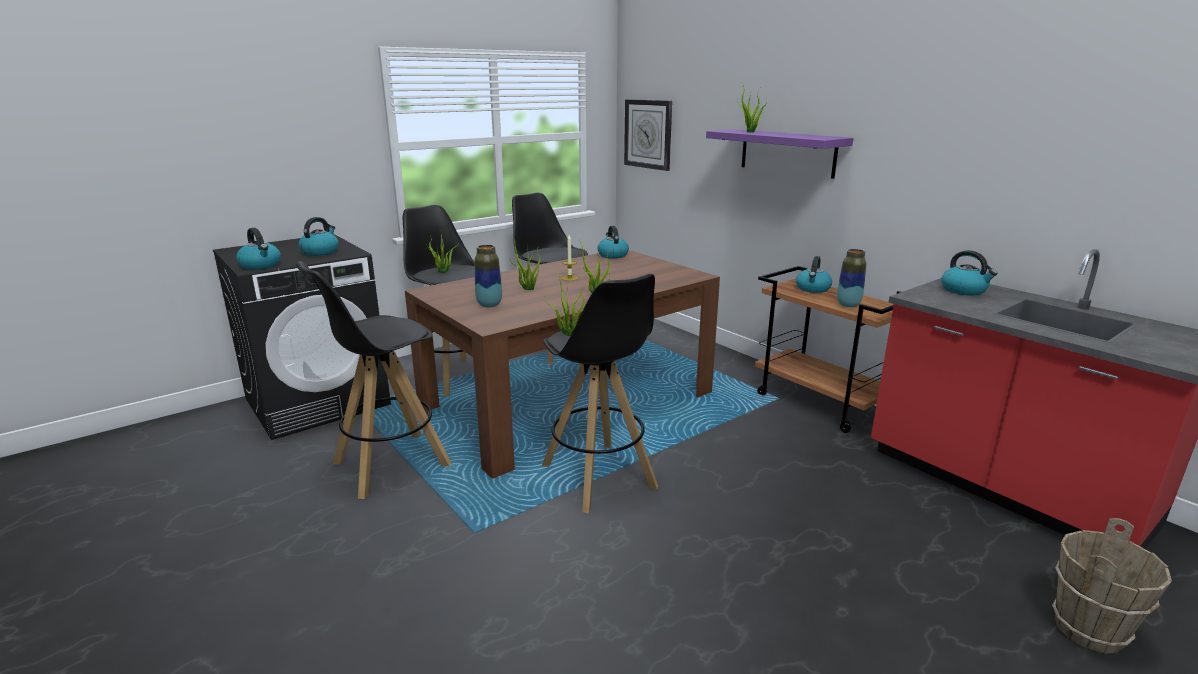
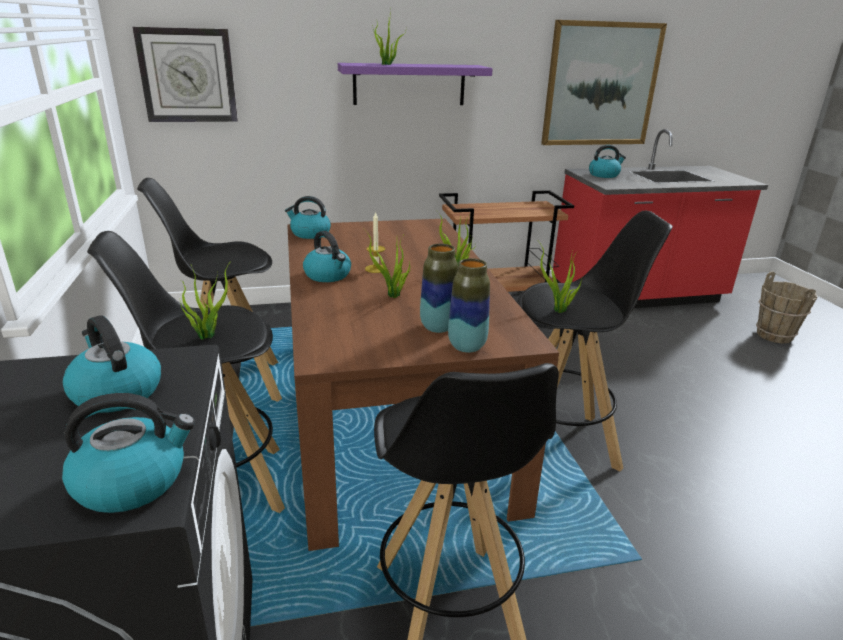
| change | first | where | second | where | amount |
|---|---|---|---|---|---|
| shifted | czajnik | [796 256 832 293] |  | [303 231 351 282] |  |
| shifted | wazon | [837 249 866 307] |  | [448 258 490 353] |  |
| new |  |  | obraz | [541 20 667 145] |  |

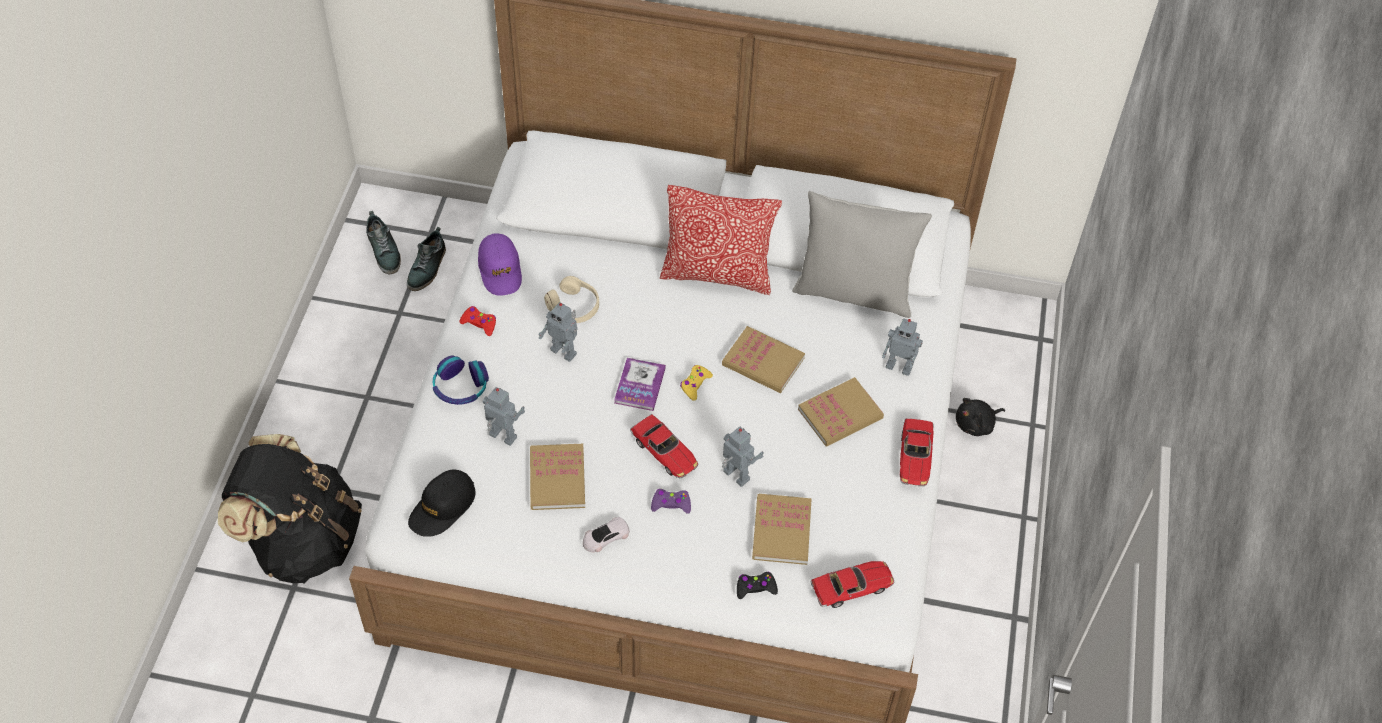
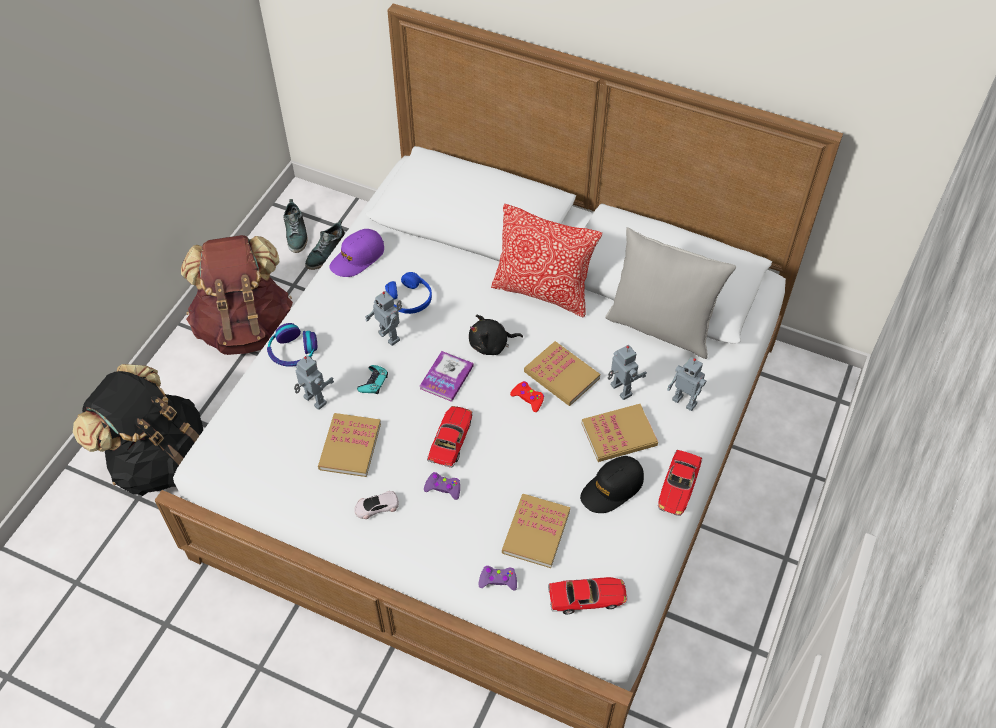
| change | first | where | second | where | amount |
|---|---|---|---|---|---|
| new |  |  | plecak (brązowy) | [181 235 293 355] |  |
| rotated | czapka z daszkiem (fioletowy) | [478 233 522 296] |  | [329 229 384 277] | 45 degrees clockwise |
| new |  |  | pad do gier (turkusowy) | [357 365 388 394] |  |
| repainted | słuchawki (beżowy) | [544 276 599 323] | słuchawki (niebieski) | [385 272 432 314] |  |
| rotated | samochodzik | [630 415 698 478] |  | [427 406 473 468] | 135 degrees counterclockwise |
| shifted | pluszak (czarny) | [956 398 1005 436] |  | [469 315 523 355] |  |
| repainted | pad do gier (czarny) | [737 572 778 599] | pad do gier (fioletowy) | [479 566 517 591] |  |
| shifted | pad do gier (czerwony) | [459 306 496 336] |  | [510 381 544 412] |  |
| shifted | czapka z daszkiem (czarny) | [408 470 476 537] |  | [580 456 644 513] |  |
| shifted | robot zabawkowy | [722 427 764 487] |  | [608 345 647 400] |  |
| gone | pad do gier (żółty) | [680 365 713 401] |  |  |  |

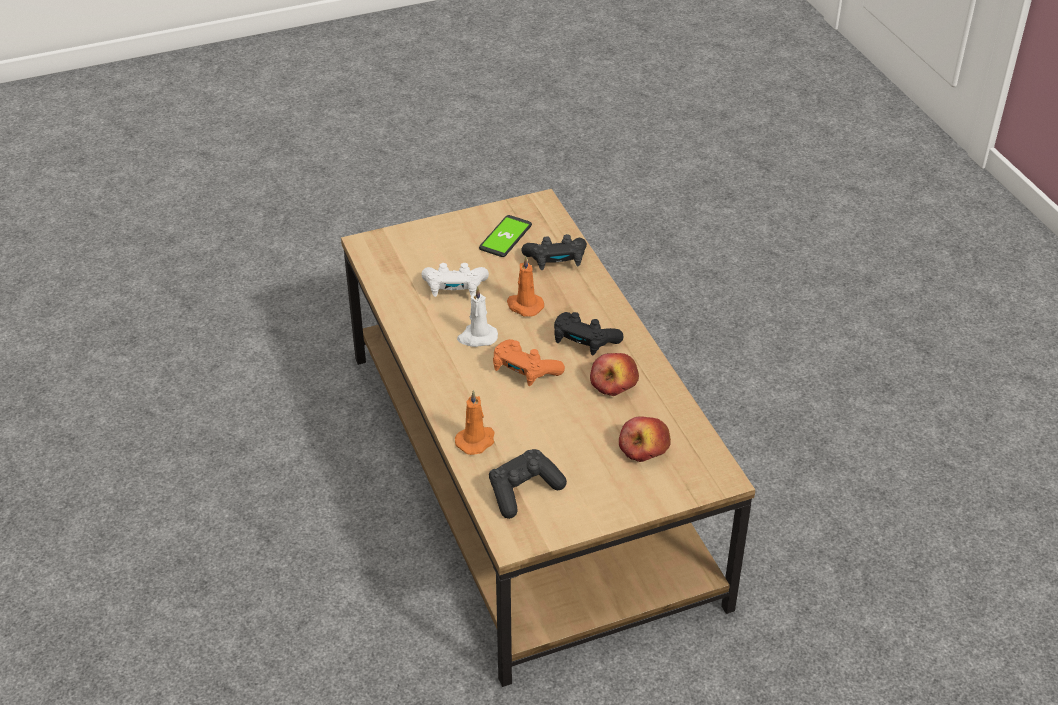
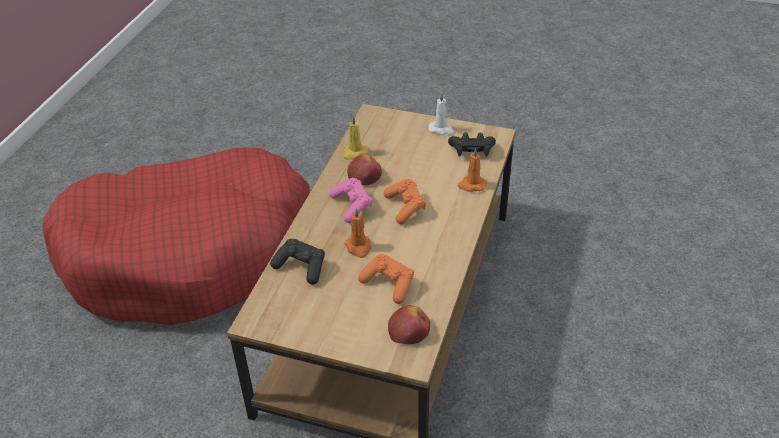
| change | first | where | second | where | amount |
|---|---|---|---|---|---|
| new |  |  | legowisko (czerwony) | [43 147 310 325] |  |
| repainted | pad do gier (czarny) | [554 312 623 356] | pad do gier (różowy) | [329 178 372 223] |  |
| new |  |  | świeca (żółty) | [343 116 368 160] |  |
| repainted | pad do gier (biały) | [421 263 489 297] | pad do gier (pomarańczowy) | [358 254 414 304] |  |
| shifted | jabłko | [619 416 671 462] |  | [388 305 430 344] |  |
| shifted | świeca (biały) | [457 286 498 347] |  | [428 93 454 135] |  |
| gone | telefon | [479 215 532 257] |  |  |  |

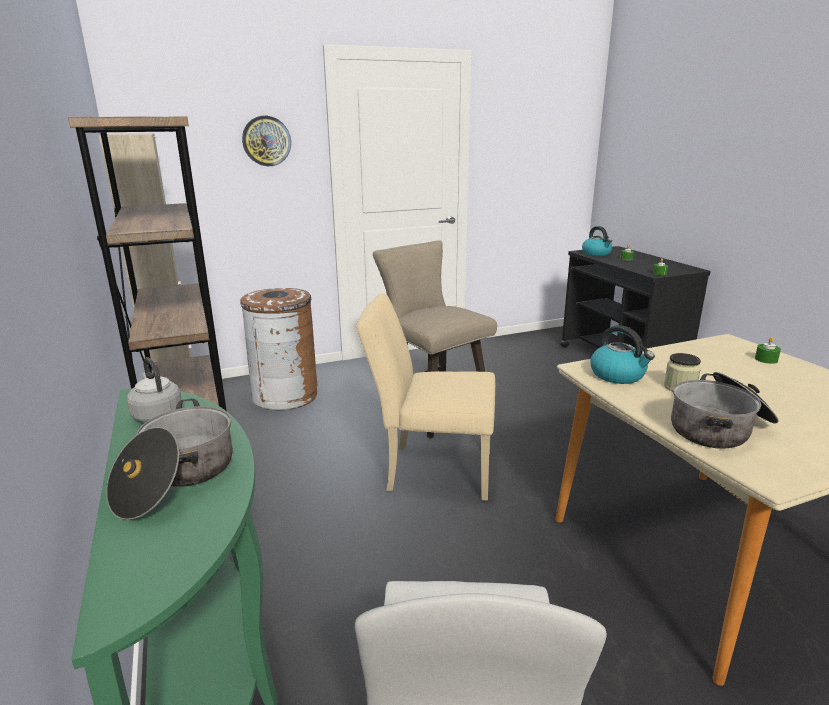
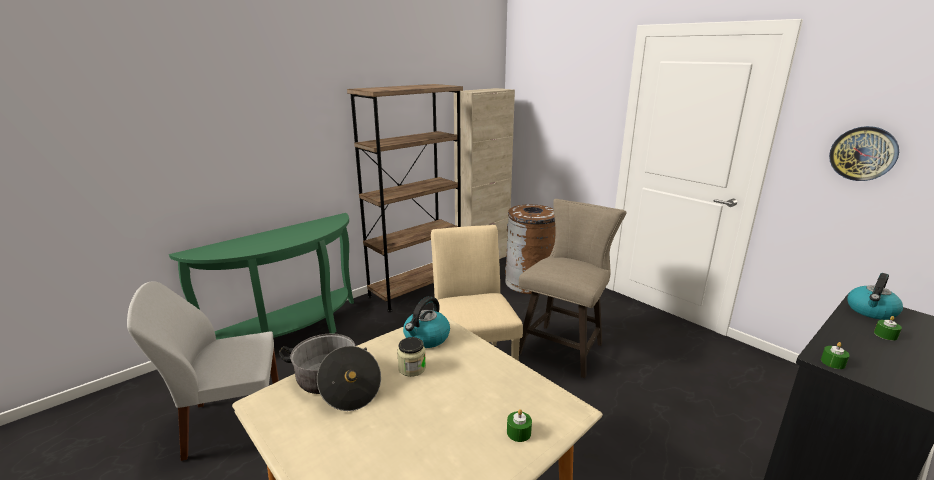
| change | first | where | second | where | amount |
|---|---|---|---|---|---|
| shifted | zegar ścienny | [242 116 291 166] |  | [829 126 899 181] |  |
| gone | garnek | [106 398 233 520] |  |  |  |
| gone | czajnik (szary) | [127 357 182 422] |  |  |  |

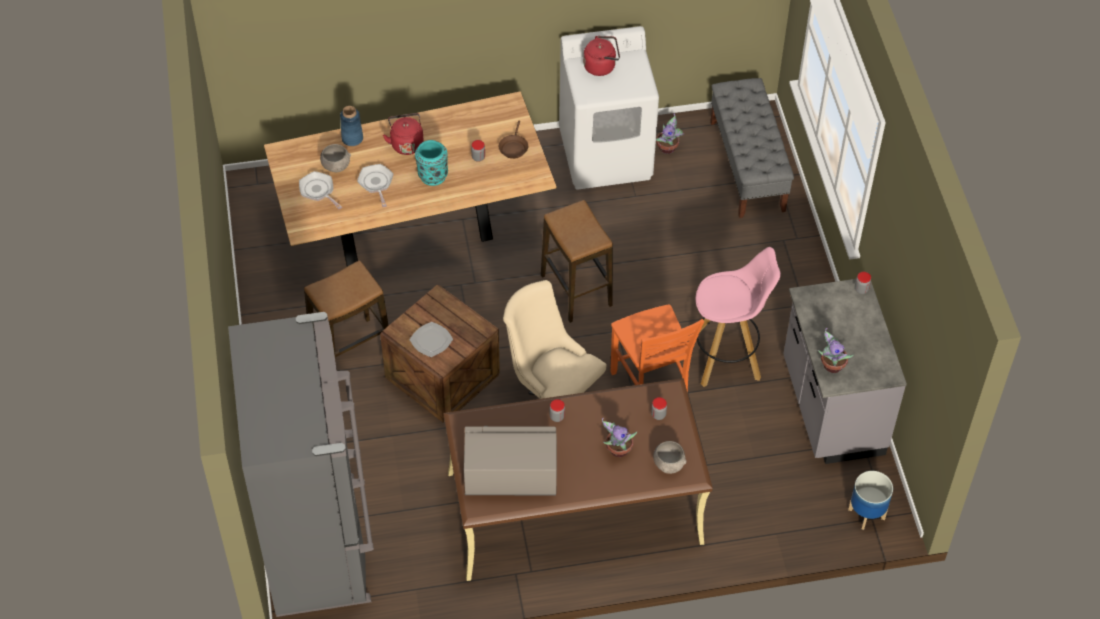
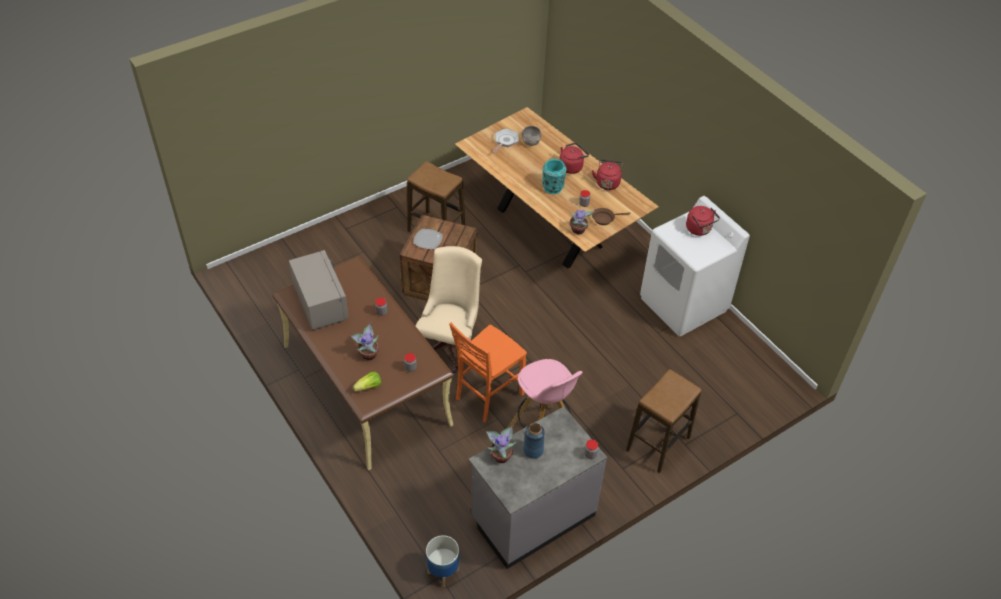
| change | first | where | second | where | amount |
|---|---|---|---|---|---|
| swapped | miska (szary) | [653 441 687 474] | sałata | [353 372 381 392] |  |
| shifted | wazon (niebieski) | [340 106 363 146] |  | [523 423 544 459] |  |
| shifted | roślina doniczkowa | [656 114 684 154] |  | [570 209 595 235] |  |
| new |  |  | czajnik (czerwony) | [592 160 623 190] |  |
| shifted | stołek | [541 200 613 323] |  | [626 369 702 473] |  |
| gone | lodówka (szary) | [228 312 374 617] |  |  |  |
| gone | patelnia | [357 164 393 207] |  |  |  |
| gone | ławka (szary) | [710 78 794 218] |  |  |  |

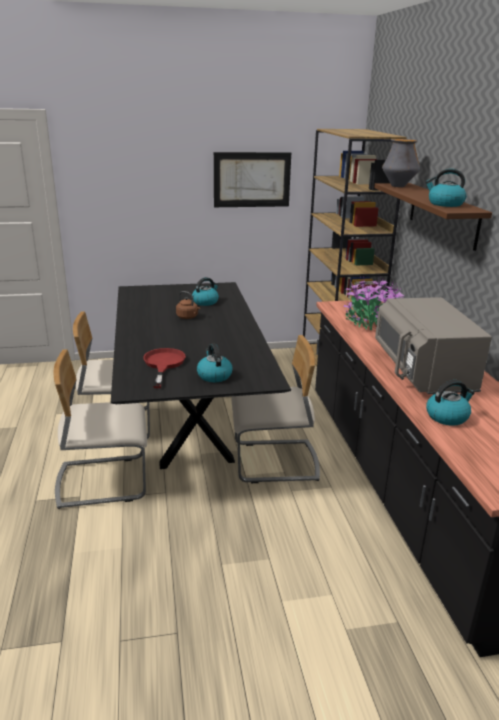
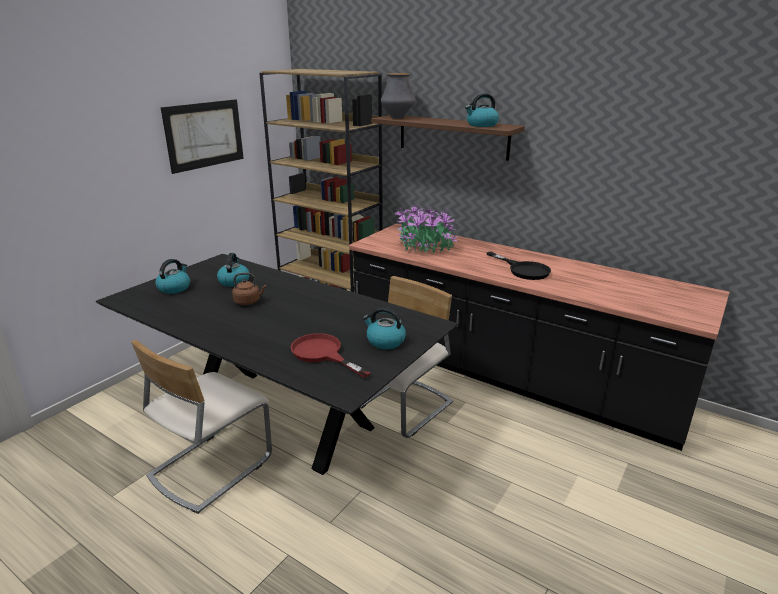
| change | first | where | second | where | amount |
|---|---|---|---|---|---|
| shifted | czajnik | [426 380 475 426] |  | [155 259 190 294] |  |
| swapped | mikrofalówka (szary) | [375 297 492 395] | patelnia (czarny) | [487 252 551 280] |  |
| gone | krzesło (beżowy) | [54 349 147 509] |  |  |  |

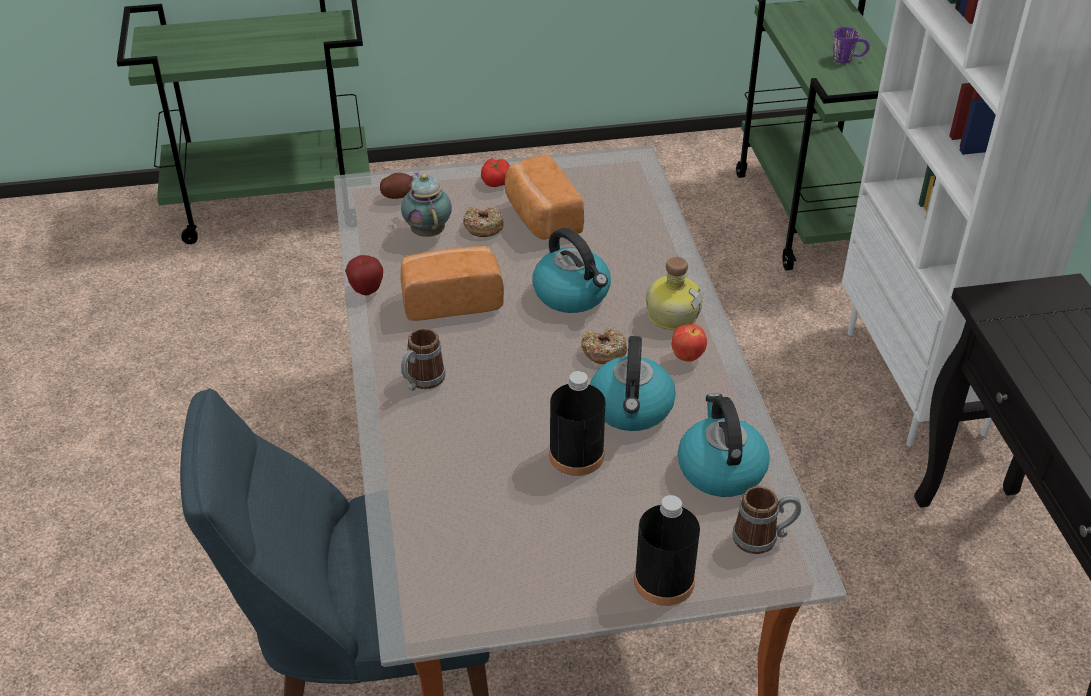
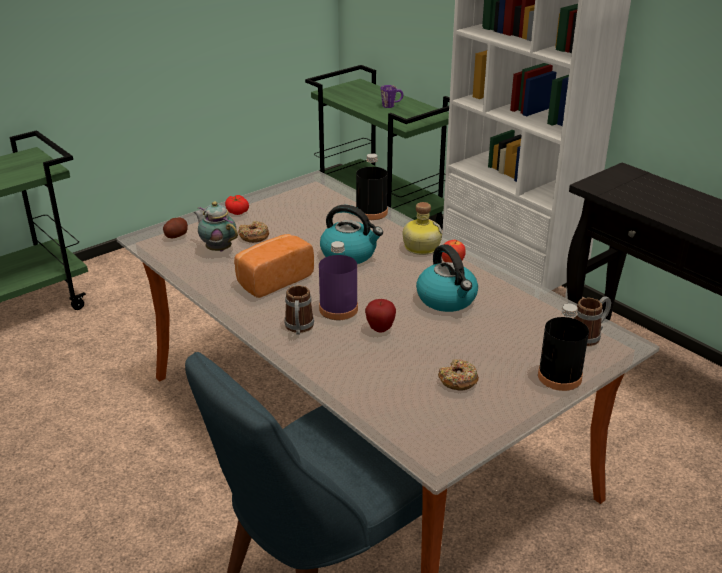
| change | first | where | second | where | amount |
|---|---|---|---|---|---|
| new |  |  | butelka (fioletowy) | [319 241 358 320] |  |
| shifted | butelka (czarny) | [549 371 606 476] |  | [356 153 388 220] |  |
| shifted | jabłko | [345 255 383 295] |  | [365 299 396 332] |  |
| shifted | donut | [581 327 627 364] |  | [438 359 479 391] |  |
| gone | chleb | [505 154 584 240] |  |  |  |
| gone | czajnik | [678 393 770 497] |  |  |  |

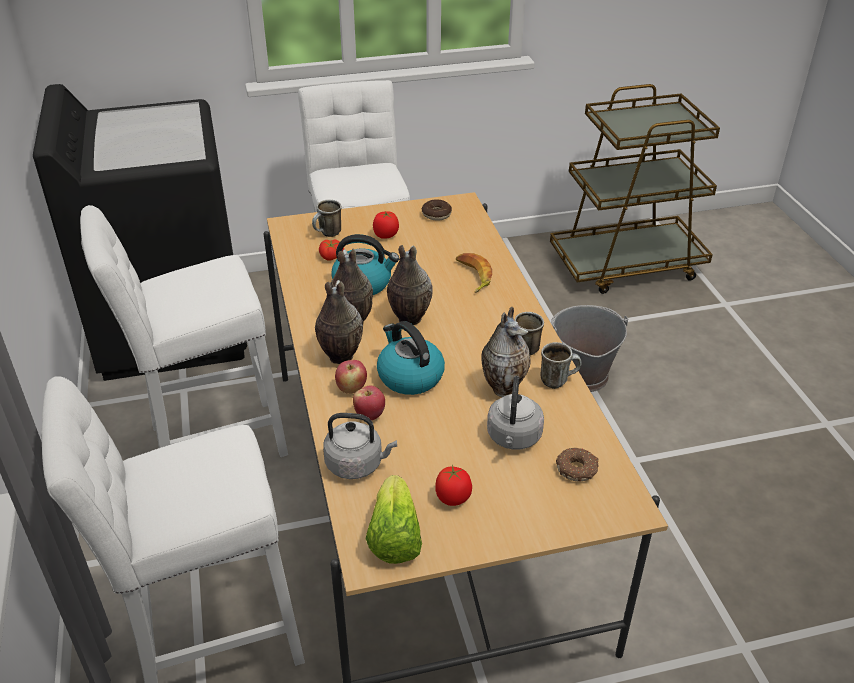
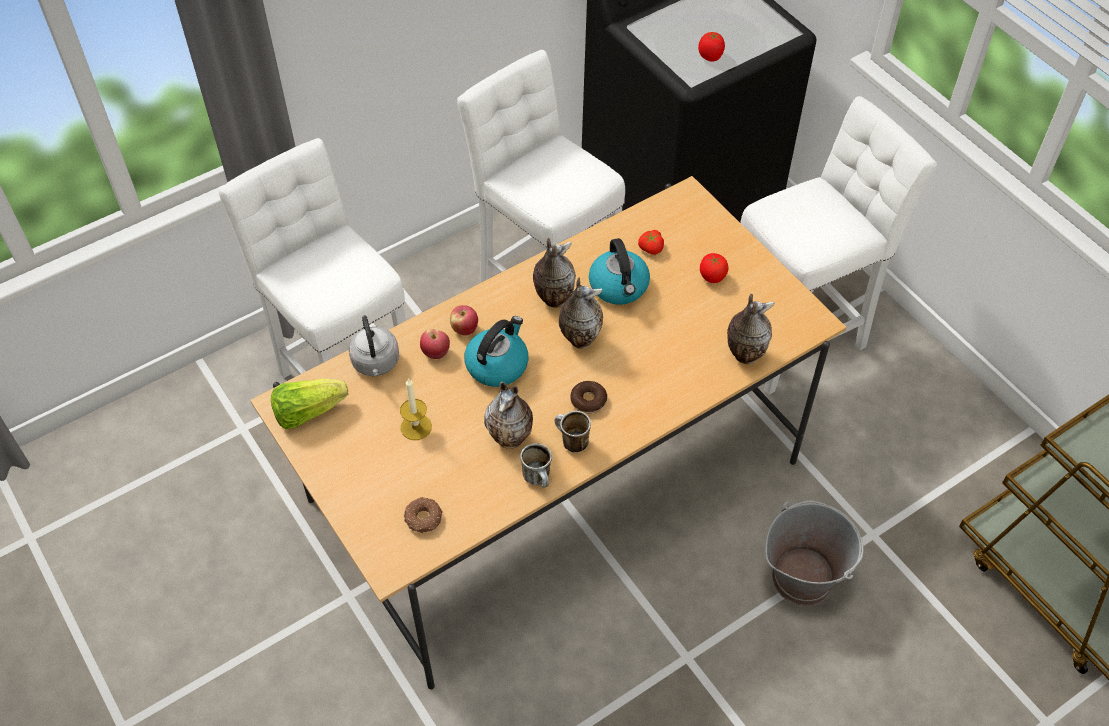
| change | first | where | second | where | amount |
|---|---|---|---|---|---|
| new |  |  | świeca | [400 378 432 440] |  |
| shifted | donut | [422 200 452 221] |  | [570 381 607 414] |  |
| shifted | pomidor | [435 465 472 506] |  | [698 32 725 62] |  |
| shifted | wazon | [315 280 363 364] |  | [727 293 774 364] |  |
| gone | kubek | [312 200 342 237] |  |  |  |
| gone | banan | [456 253 492 293] |  |  |  |
| gone | czajnik (szary) | [487 376 544 450] |  |  |  |

